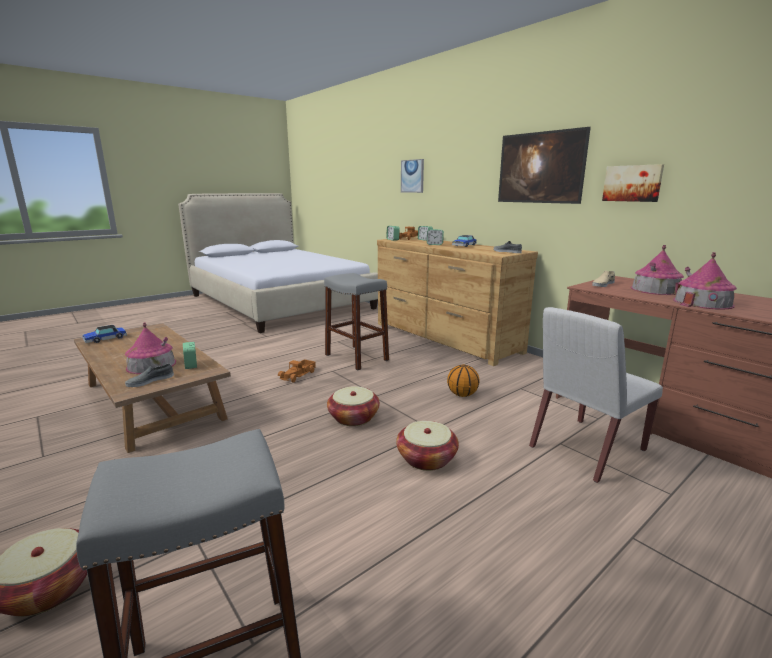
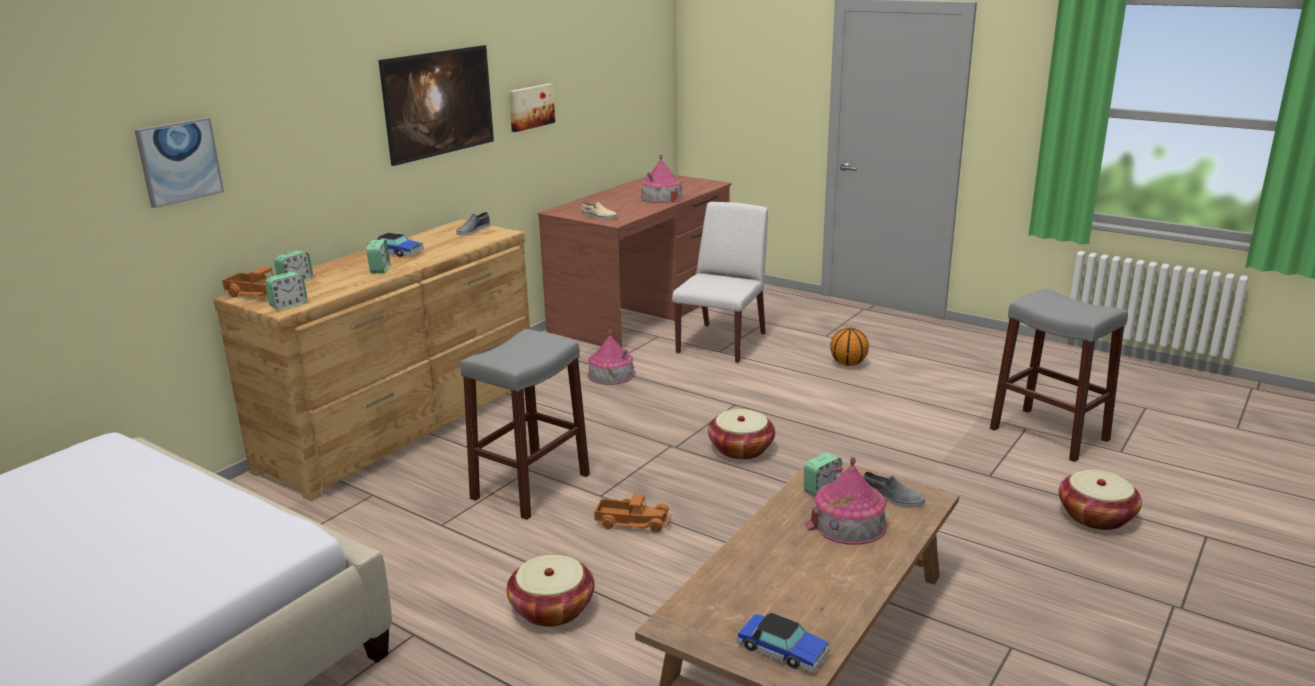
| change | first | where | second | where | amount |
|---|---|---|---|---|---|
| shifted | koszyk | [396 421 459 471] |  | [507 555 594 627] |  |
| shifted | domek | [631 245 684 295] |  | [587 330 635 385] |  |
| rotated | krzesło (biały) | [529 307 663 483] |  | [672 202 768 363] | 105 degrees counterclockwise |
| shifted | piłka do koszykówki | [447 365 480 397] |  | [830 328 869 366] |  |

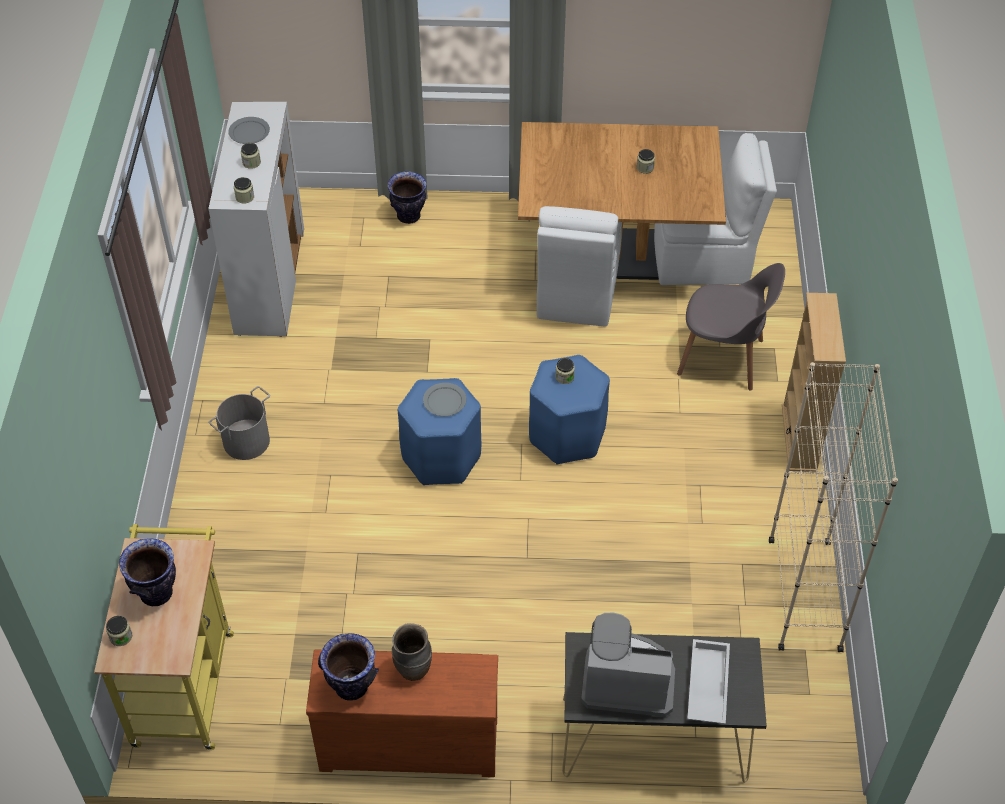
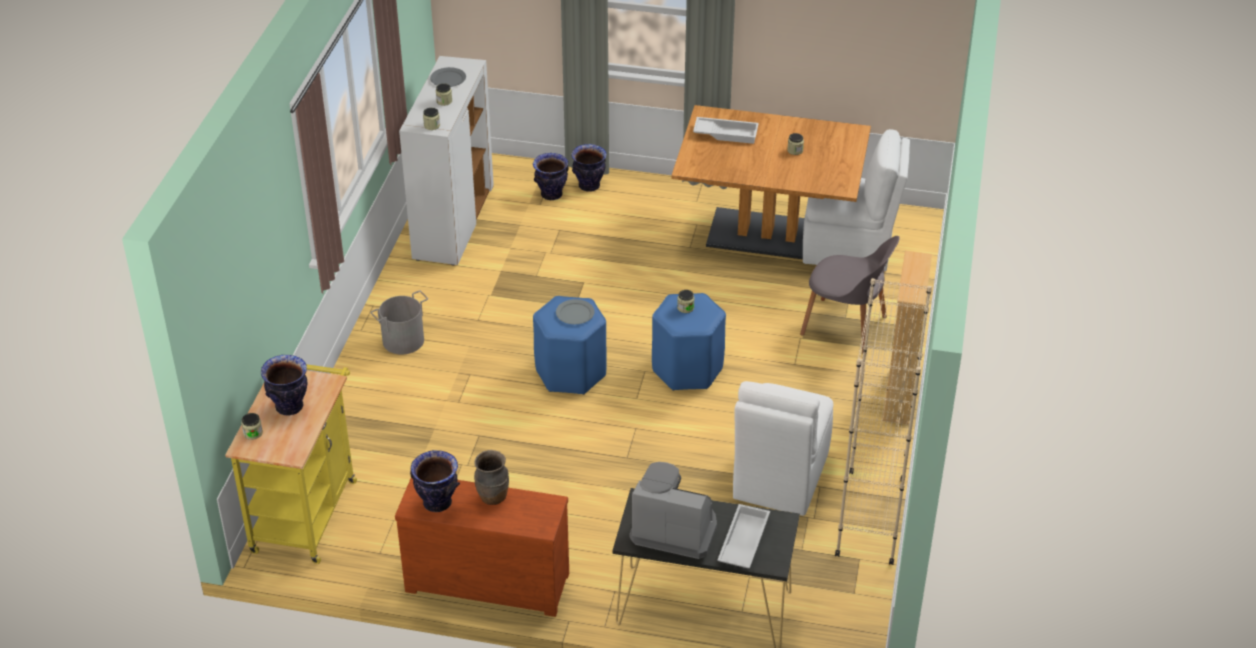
| change | first | where | second | where | amount |
|---|---|---|---|---|---|
| new |  |  | wazon | [533 153 568 200] |  |
| new |  |  | taca (biały) | [693 117 759 144] |  |
| shifted | krzesło (biały) | [537 206 622 327] |  | [733 381 833 516] |  |

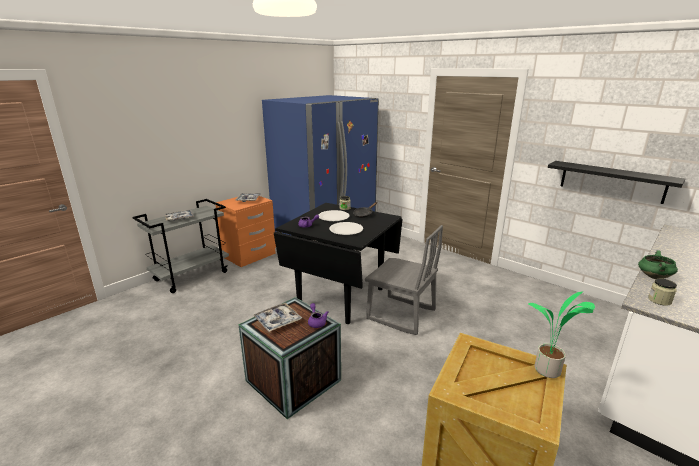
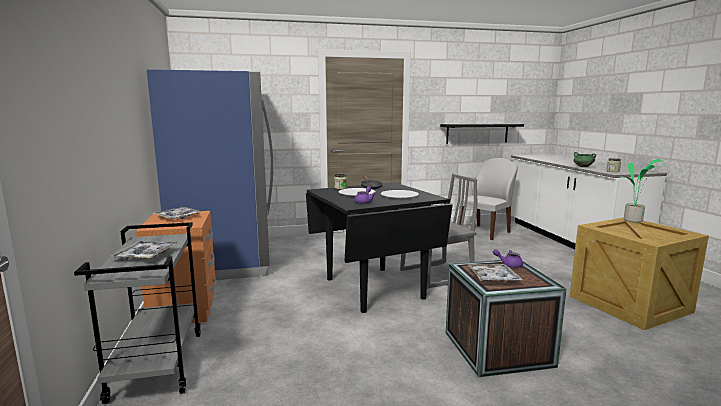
| change | first | where | second | where | amount |
|---|---|---|---|---|---|
| new |  |  | krzesło (biały) | [459 158 518 240] |  |

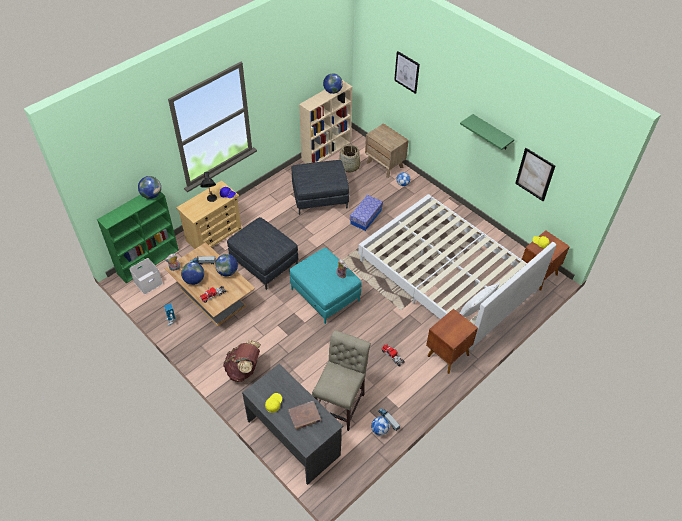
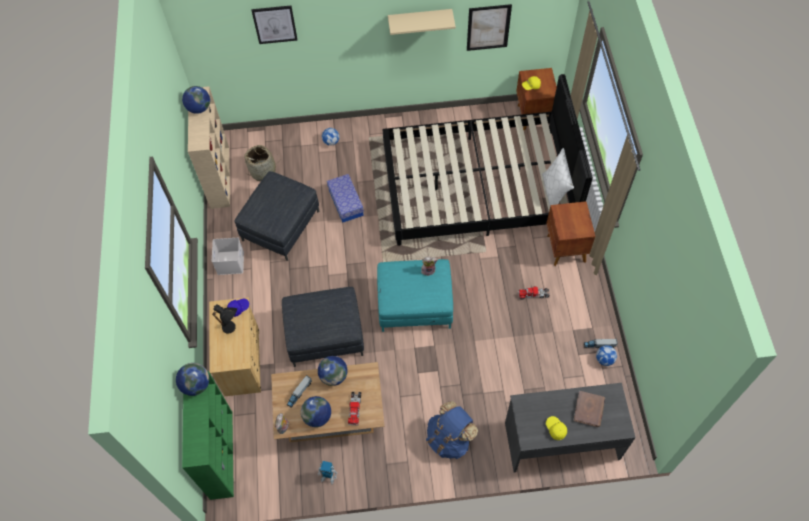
| change | first | where | second | where | amount |
|---|---|---|---|---|---|
| shifted | pojemnik do przechowywania (biały) | [129 258 163 295] |  | [212 238 244 275] |  |
| repainted | łóżko (biały) | [358 194 557 351] | łóżko (czarny) | [383 74 593 246] |  |
| repainted | półka (zielony) | [460 114 515 150] | półka (beżowy) | [388 9 456 35] |  |
| repainted | plecak (brązowy) | [223 340 261 382] | plecak (niebieski) | [426 401 478 459] |  |
| gone | krzesło (beżowy) | [312 330 371 431] |  |  |  |
| gone | szafka nocna (brązowy) | [365 123 409 178] |  |  |  |

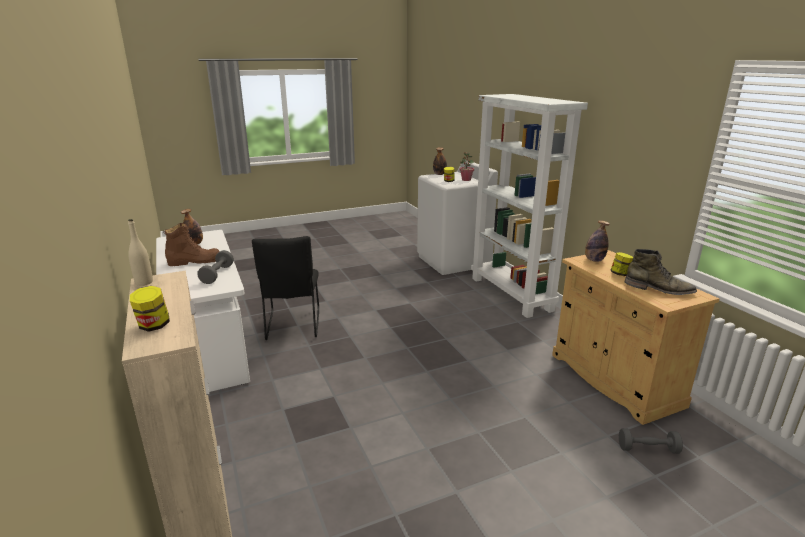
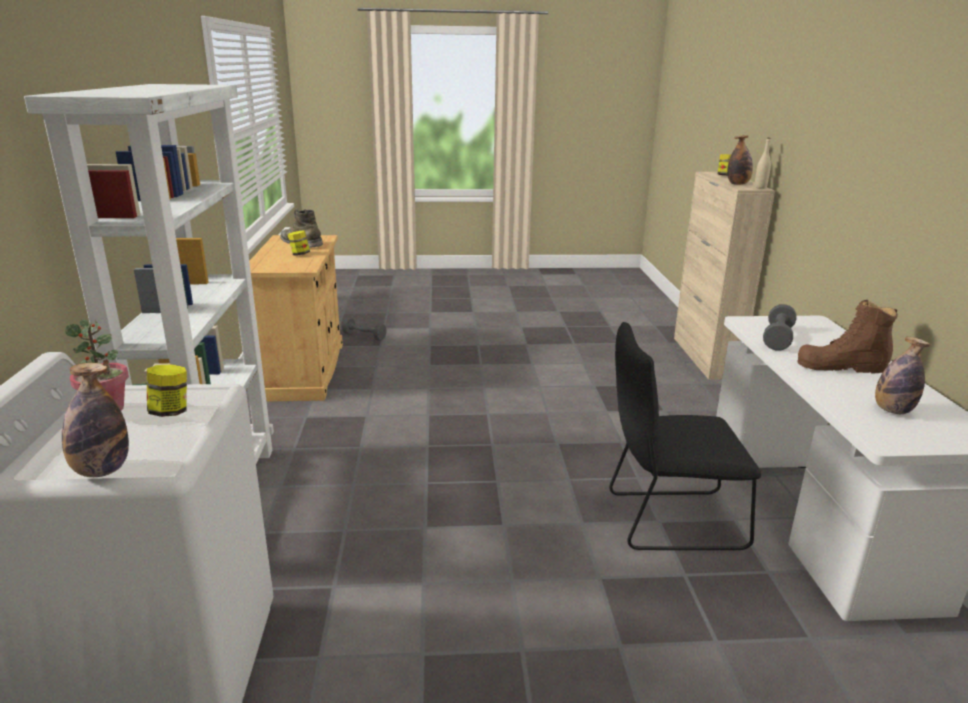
| change | first | where | second | where | amount |
|---|---|---|---|---|---|
| rotated | krzesło (czarny) | [252 236 319 340] |  | [609 322 761 550] | 105 degrees counterclockwise |
| shifted | butelka | [585 220 610 262] |  | [727 135 753 185] |  |

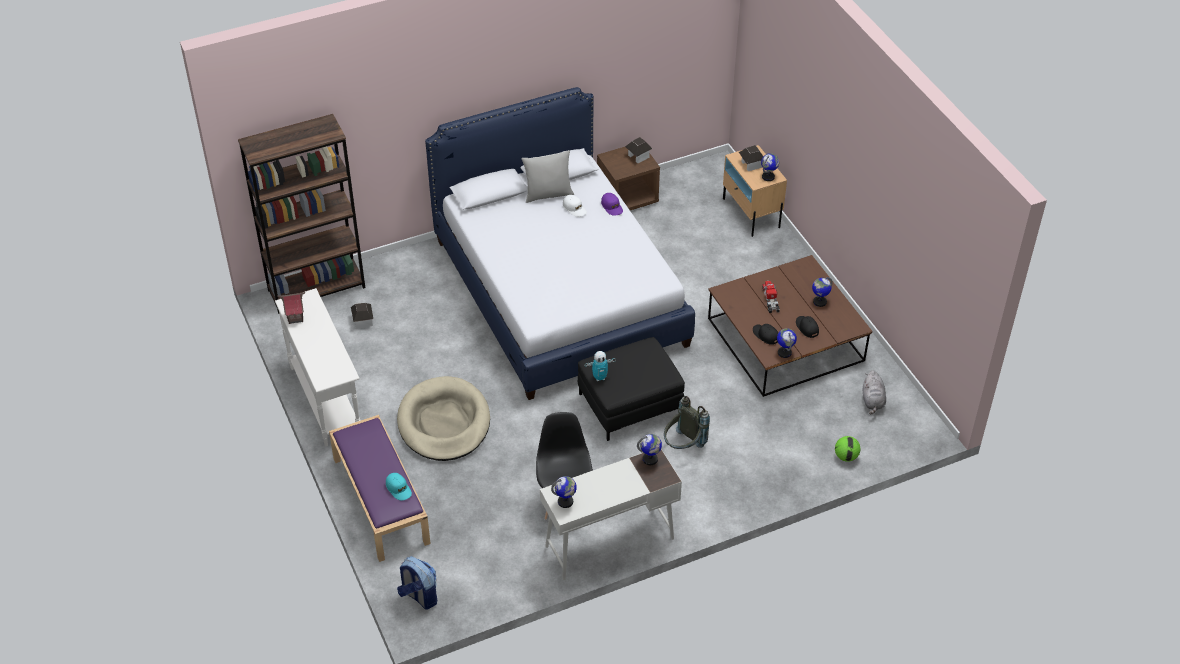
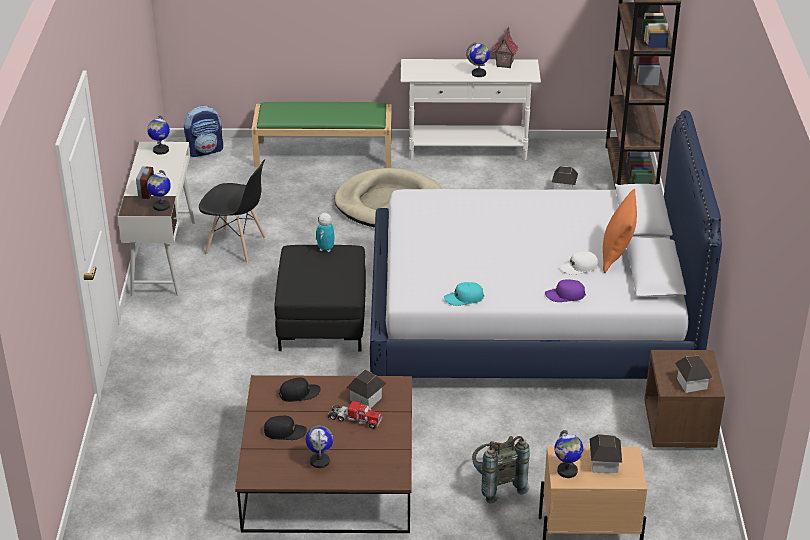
| change | first | where | second | where | amount |
|---|---|---|---|---|---|
| new |  |  | budzik | [136 166 154 199] |  |
| repainted | ławka (fioletowy) | [329 415 431 562] | ławka (zielony) | [251 102 392 168] |  |
| new |  |  | domek | [346 369 387 409] |  |
| shifted | czapka z daszkiem (turkusowy) | [386 473 412 500] |  | [444 282 484 306] |  |
| shifted | globus | [777 328 797 358] |  | [466 42 490 77] |  |
| shifted | plecak (szary) | [664 396 710 449] |  | [472 436 530 503] |  |
| repainted | poduszka (szary) | [522 150 574 203] | poduszka (pomarańczowy) | [603 189 637 273] |  |
| gone | piłka futbolowa | [835 436 860 462] |  |  |  |
| gone | pluszak (szary) | [863 370 886 415] |  |  |  |

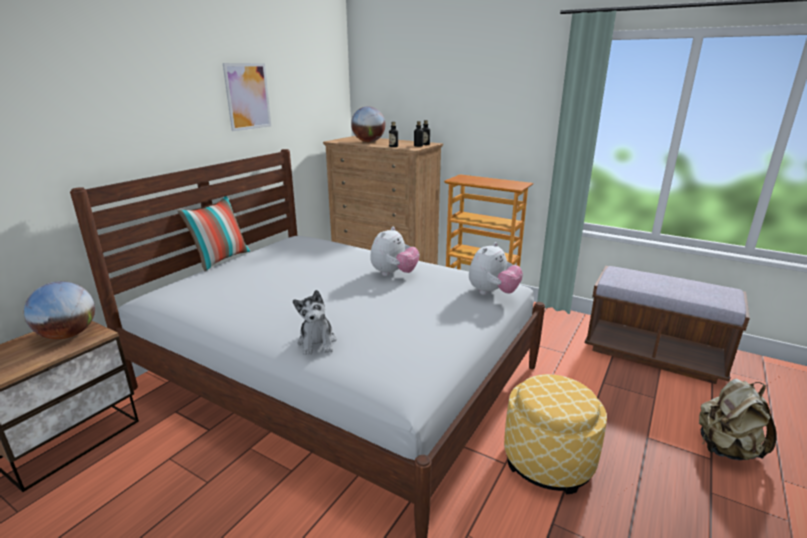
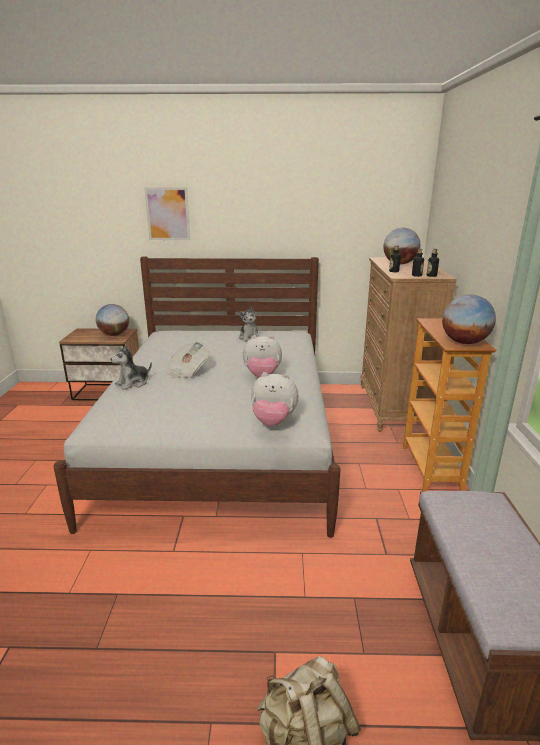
| change | first | where | second | where | amount |
|---|---|---|---|---|---|
| shifted | obraz | [223 63 271 131] |  | [144 187 190 240] |  |
| new |  |  | gazeta | [167 342 209 378] |  |
| new |  |  | pluszak | [239 306 260 342] |  |
| new |  |  | globus | [442 295 496 344] |  |
| gone | poduszka | [178 196 250 271] |  |  |  |
| gone | pufa | [504 374 607 495] |  |  |  |

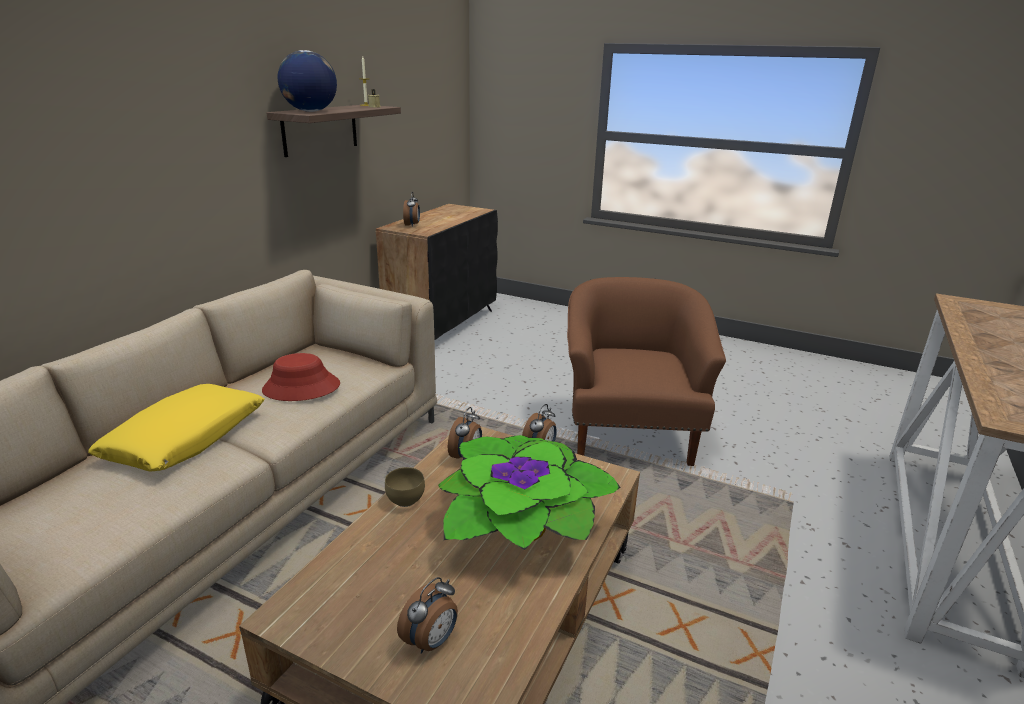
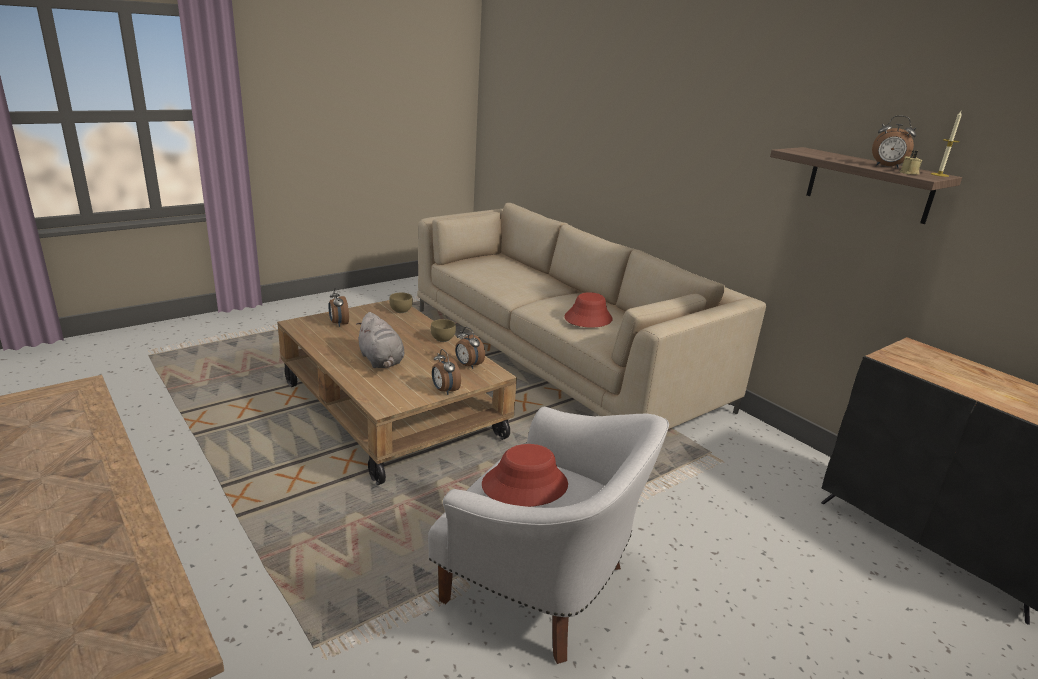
| change | first | where | second | where | amount |
|---|---|---|---|---|---|
| swapped | roślina doniczkowa | [438 435 620 550] | pluszak (szary) | [356 312 404 368] |  |
| new |  |  | miska (brązowy) | [389 293 413 313] |  |
| repainted | fotel (brązowy) | [567 277 726 466] | fotel (biały) | [428 407 669 664] |  |
| new |  |  | kapelusz (czerwony) | [482 444 568 507] |  |
| shifted | budzik | [403 192 420 227] |  | [872 116 916 168] |  |
| gone | poduszka (żółty) | [88 384 265 472] |  |  |  |
| gone | globus | [278 50 337 112] |  |  |  |

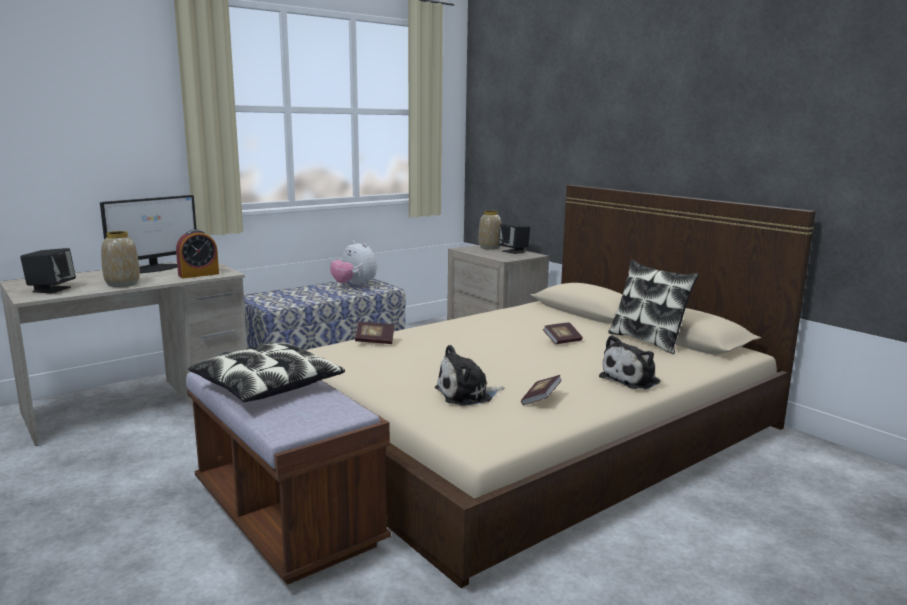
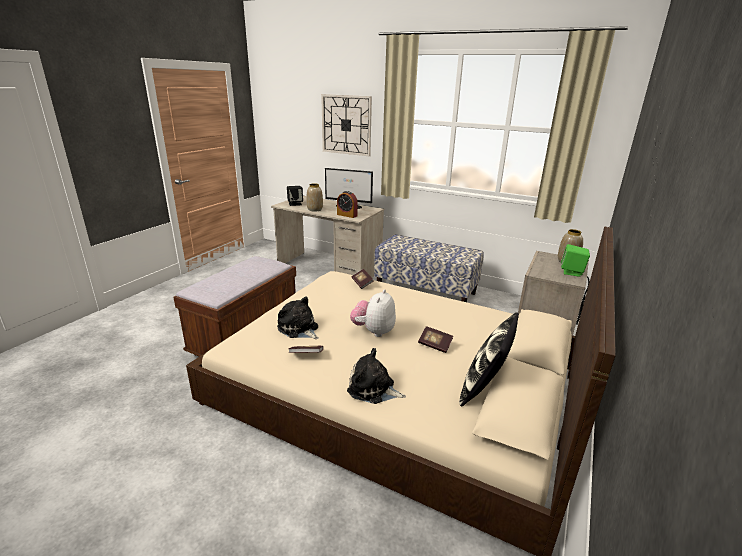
| change | first | where | second | where | amount |
|---|---|---|---|---|---|
| new |  |  | zegar ścienny | [321 94 372 156] |  |
| shifted | pluszak | [330 241 377 287] |  | [350 289 396 337] |  |
| repainted | głośnik (czarny) | [498 224 530 254] | głośnik (zielony) | [561 244 590 277] |  |
| gone | poduszka | [188 342 345 402] |  |  |  |

